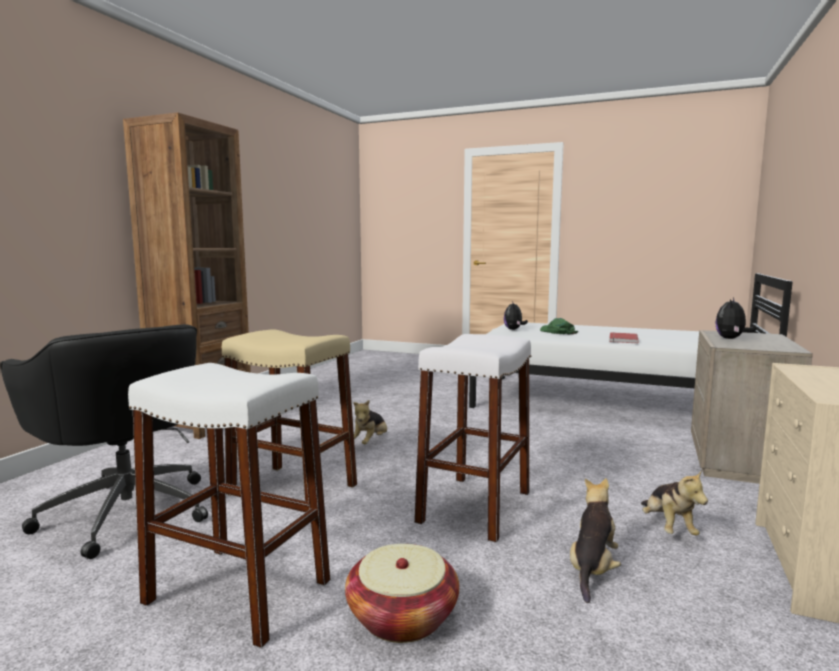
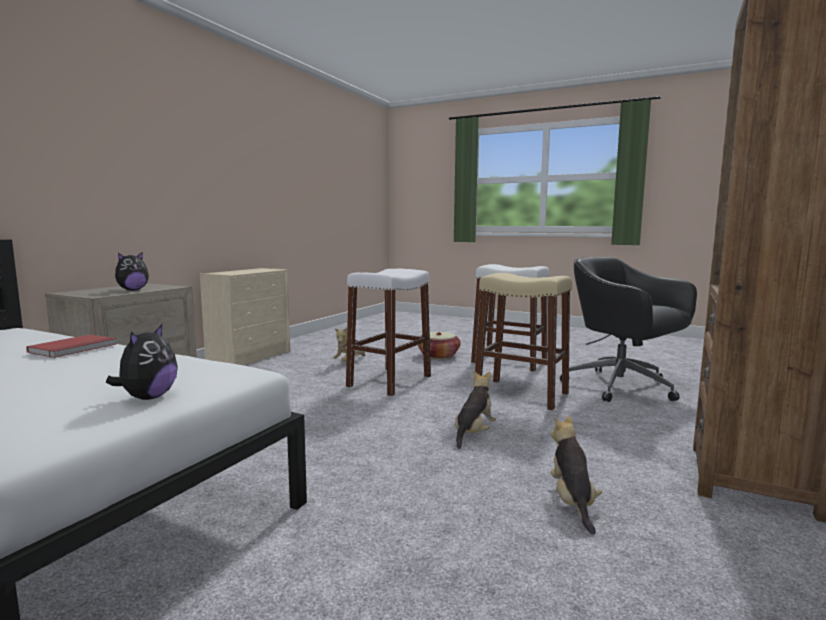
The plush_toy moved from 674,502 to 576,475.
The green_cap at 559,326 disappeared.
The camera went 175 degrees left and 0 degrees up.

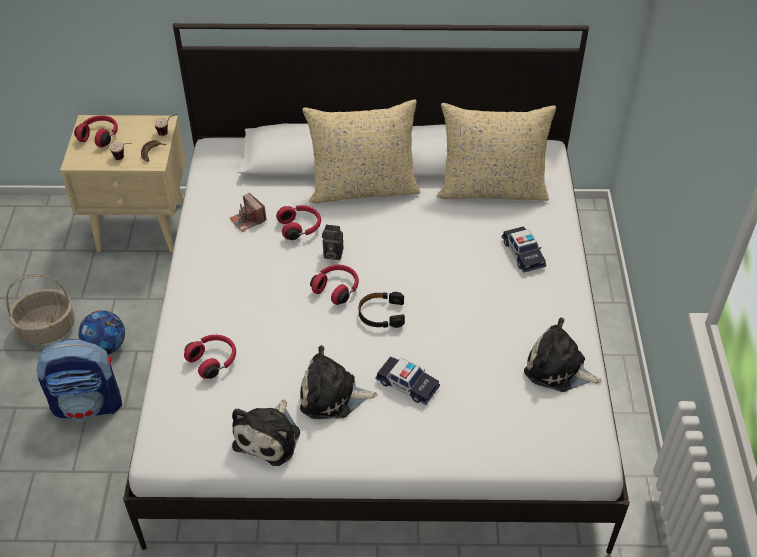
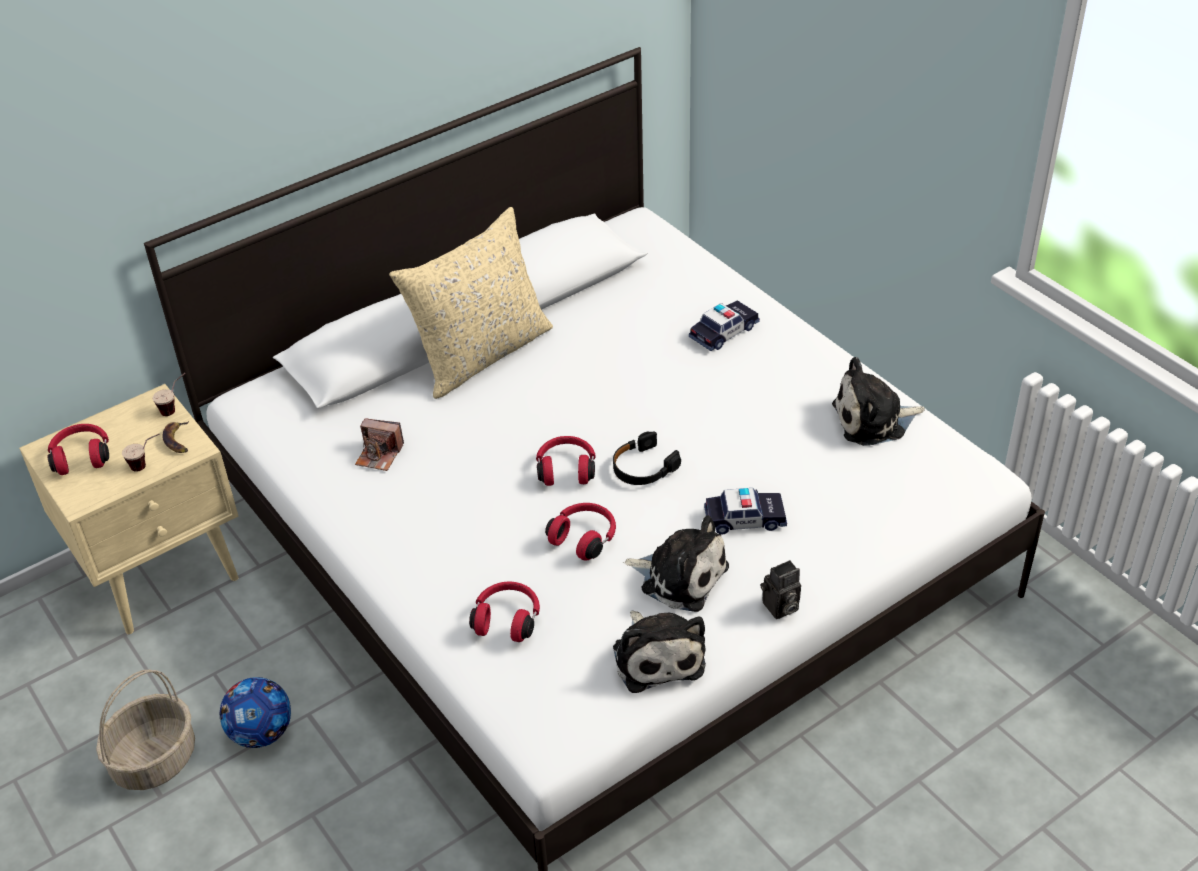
The red_headphones moved from 298,222 to 580,532.
The plush_toy at 338,382 turned 120 degrees counterclockwise.
The toy_car at 524,249 turned 75 degrees counterclockwise.
The photo_camera moved from 333,242 to 781,589.
The backpack at 79,380 disappeared.
The beige_pillow at 496,152 disappeared.
The camera went 35 degrees left and 5 degrees down.

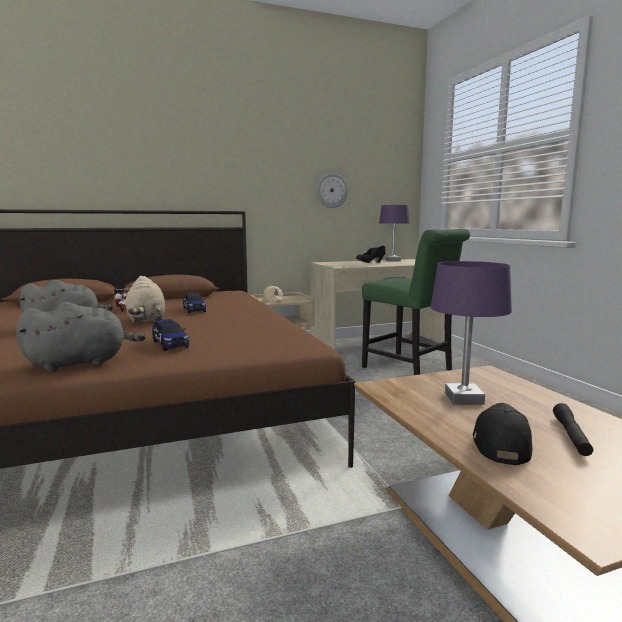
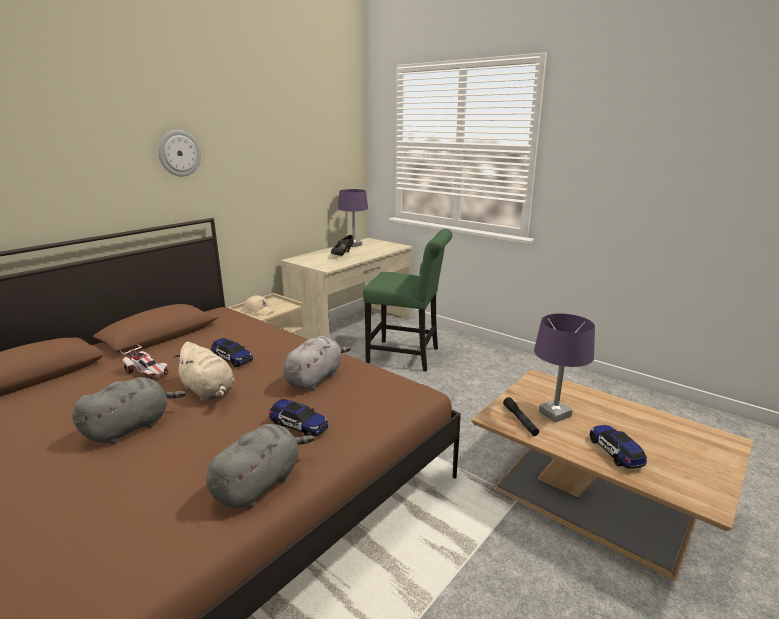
The wall_clock moved from 332,190 to 179,153.
The grey_plush_toy at 317,363 appeared.
The black_flashlight moved from 573,429 to 521,416.
The black_cap at 503,434 was replaced by the toy_car at 618,447.
The camera went 30 degrees left and 10 degrees up.

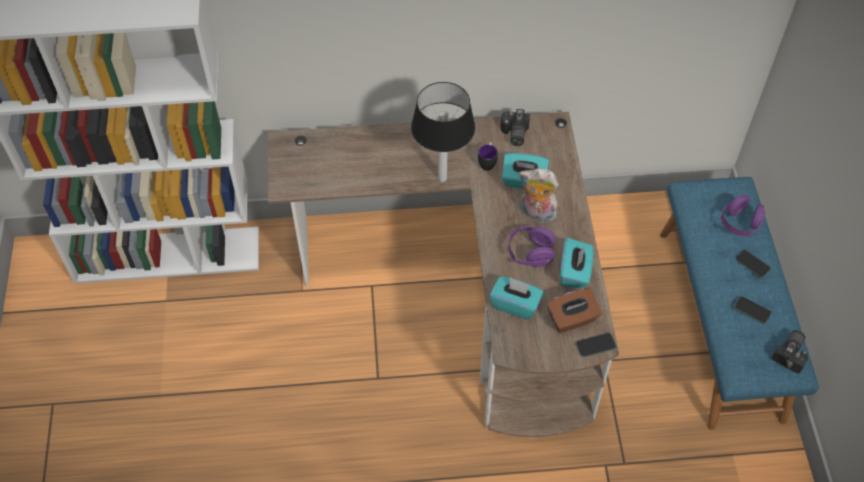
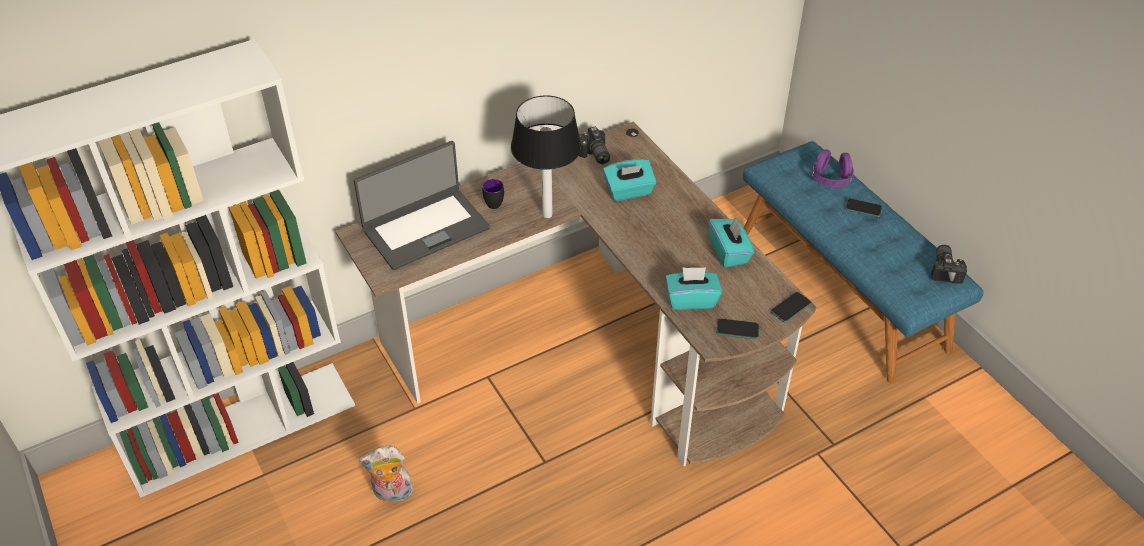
The laptop at 422,205 appeared.
The plush_toy moved from 538,195 to 386,475.
The mug moved from 488,156 to 493,193.
The phone moved from 753,310 to 737,329.
The purple_headphones at 531,246 disappeared.
The brown_tissue_box at 574,310 disappeared.
The camera went 25 degrees left and 10 degrees down.

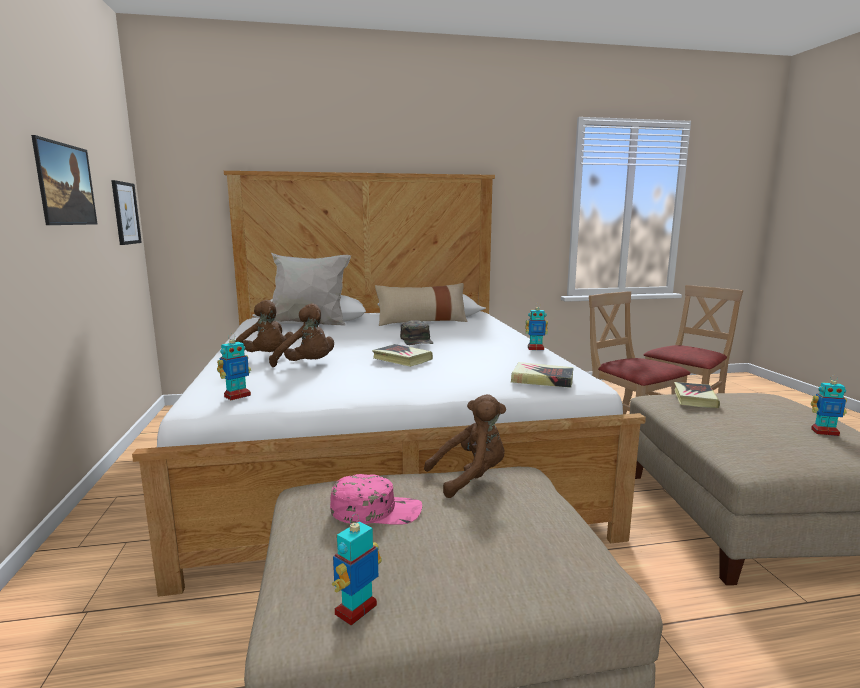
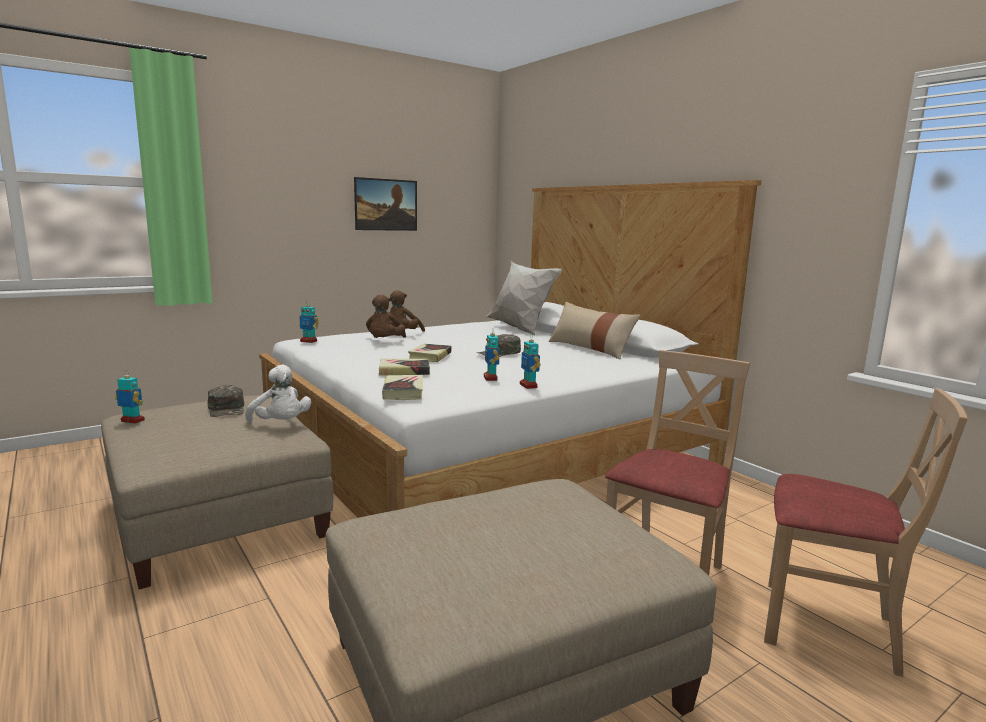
The pink_cap at 376,499 became the green_cap at 226,401.
The brown_plush_toy at 465,446 became the white_plush_toy at 278,393.
The book moved from 697,395 to 404,367.
The toy_robot moved from 829,405 to 492,354.
The picture at 126,212 disappeared.
The camera went 65 degrees right and 0 degrees up.

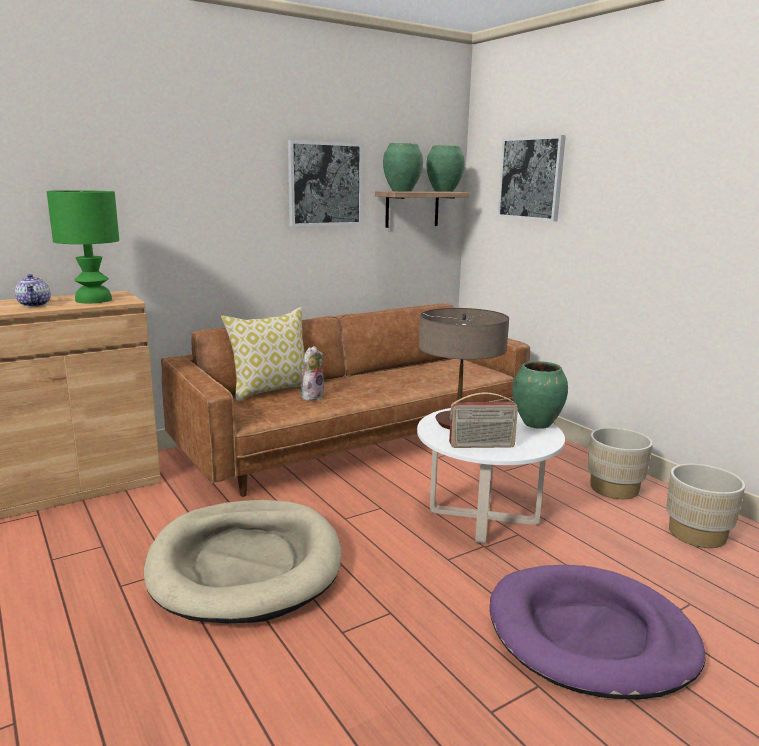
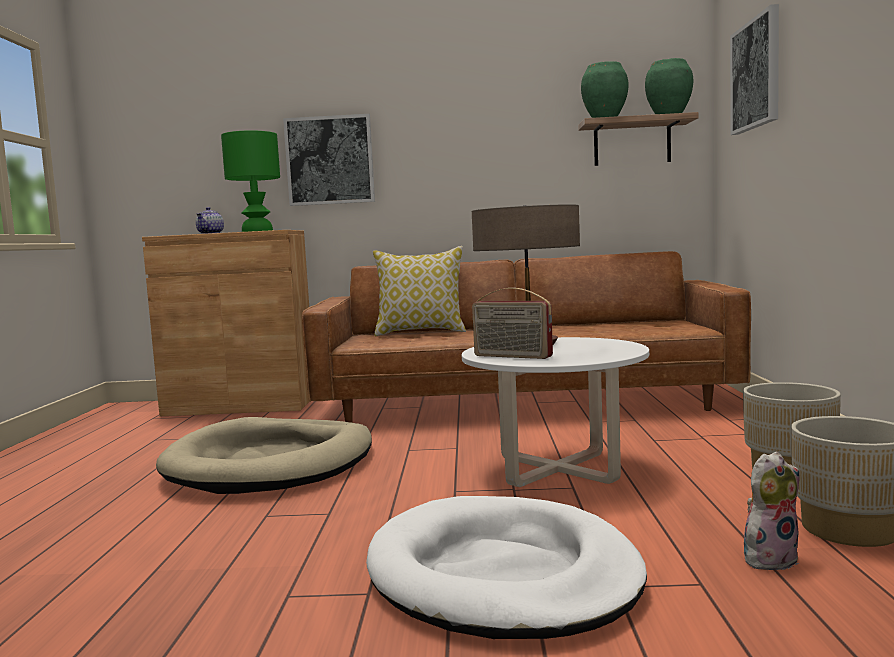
The picture moved from 325,183 to 329,160.
The purple_dog_bed at 597,632 became the white_dog_bed at 506,567.
The plush_toy moved from 312,373 to 772,512.
The green_vase at 540,395 disappeared.
The camera went 35 degrees right and 10 degrees down.

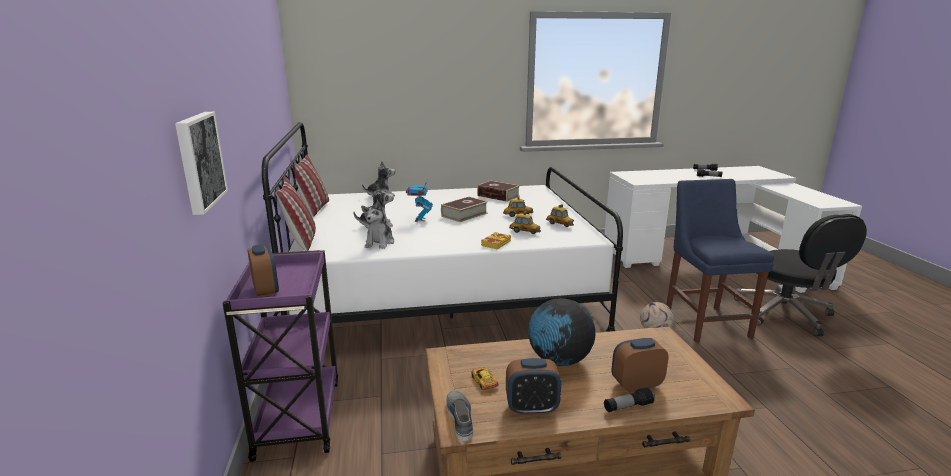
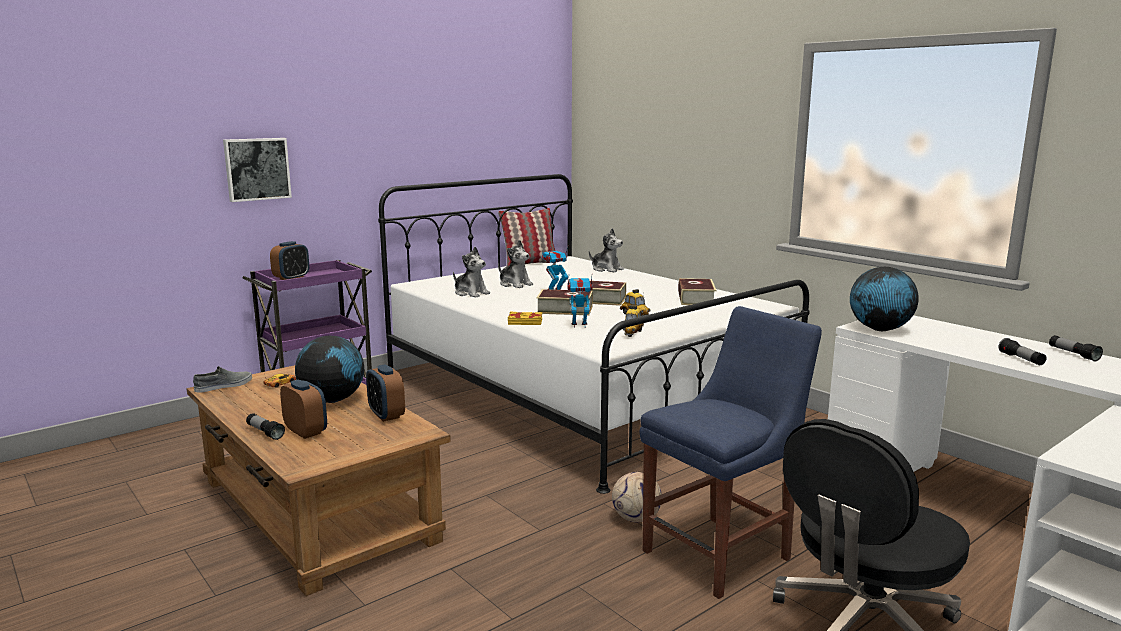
The alarm_clock moved from 533,386 to 385,393.
The plush_toy at 377,224 turned 120 degrees counterclockwise.
The book at 565,302 appeared.
The toy_car at 525,222 was replaced by the toy_robot at 580,303.
The globe at 884,299 appeared.
The pillow at 295,214 disappeared.
The camera went 60 degrees right and 5 degrees down.

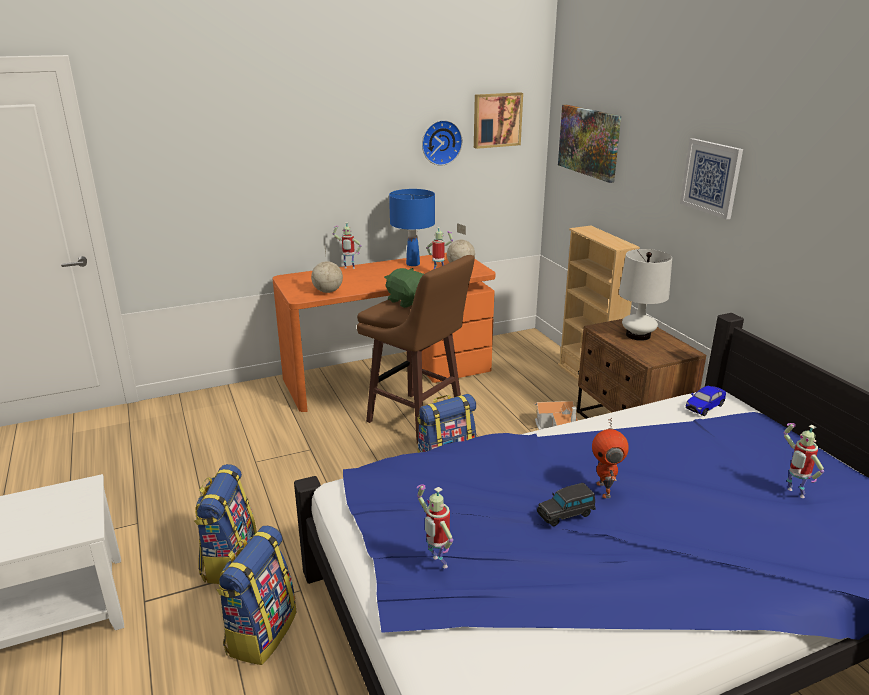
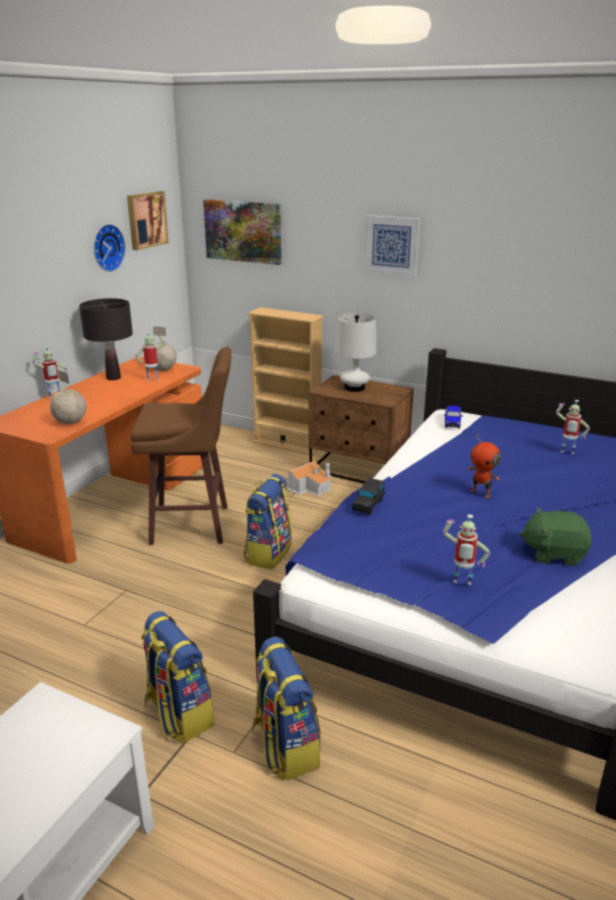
The blue_table_lamp at 412,227 became the black_table_lamp at 106,339.
The black_toy_car moved from 566,504 to 368,496.
The green_plush_toy moved from 404,288 to 555,536.
The camera went 40 degrees left and 0 degrees up.

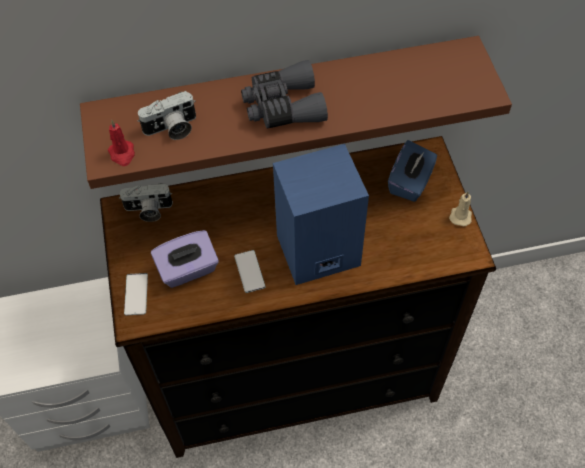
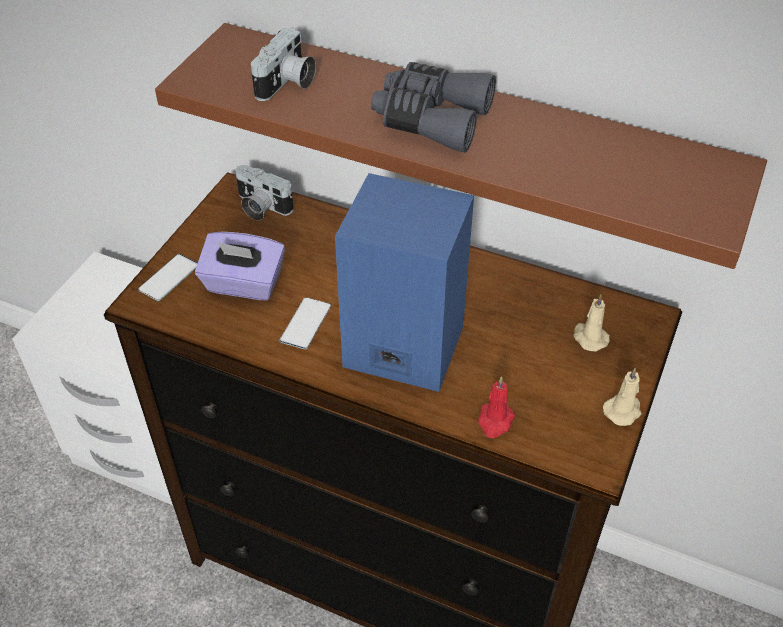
The photo_camera at 166,115 turned 75 degrees counterclockwise.
The red_candle moved from 121,143 to 496,407.
The blue_tissue_box at 412,171 was replaced by the beige_candle at 591,322.
The camera went 35 degrees right and 10 degrees down.

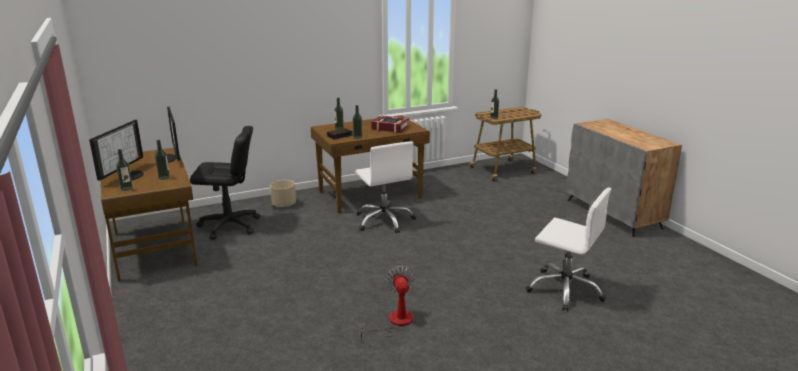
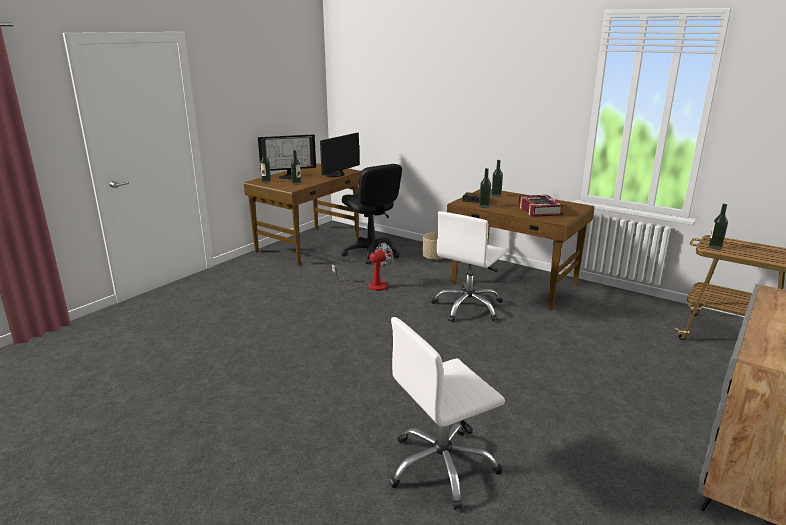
The fan moved from 386,303 to 362,267.
The white_office_chair at 568,249 turned 60 degrees clockwise.
The camera went 60 degrees right and 0 degrees up.

